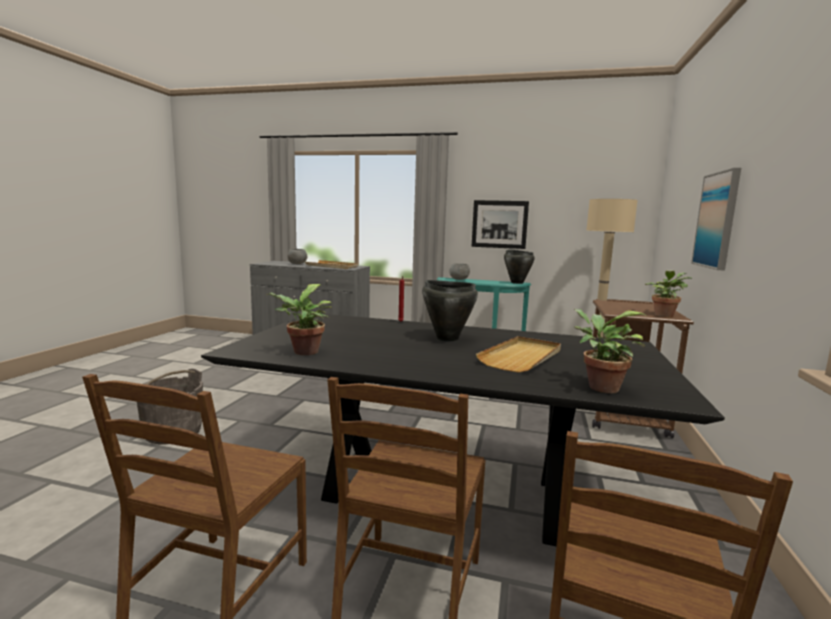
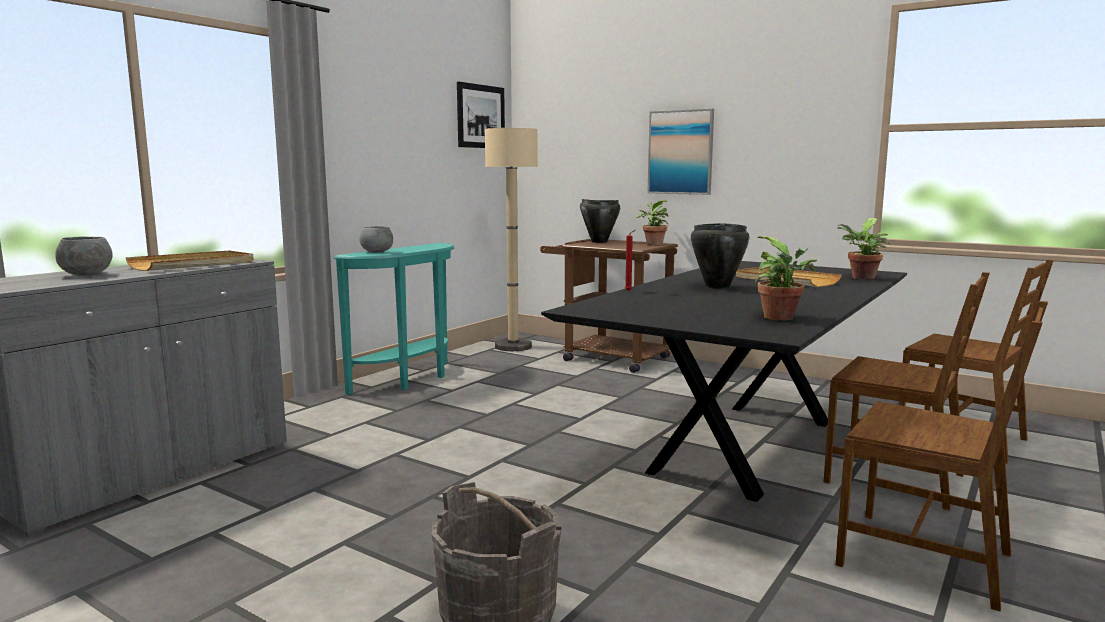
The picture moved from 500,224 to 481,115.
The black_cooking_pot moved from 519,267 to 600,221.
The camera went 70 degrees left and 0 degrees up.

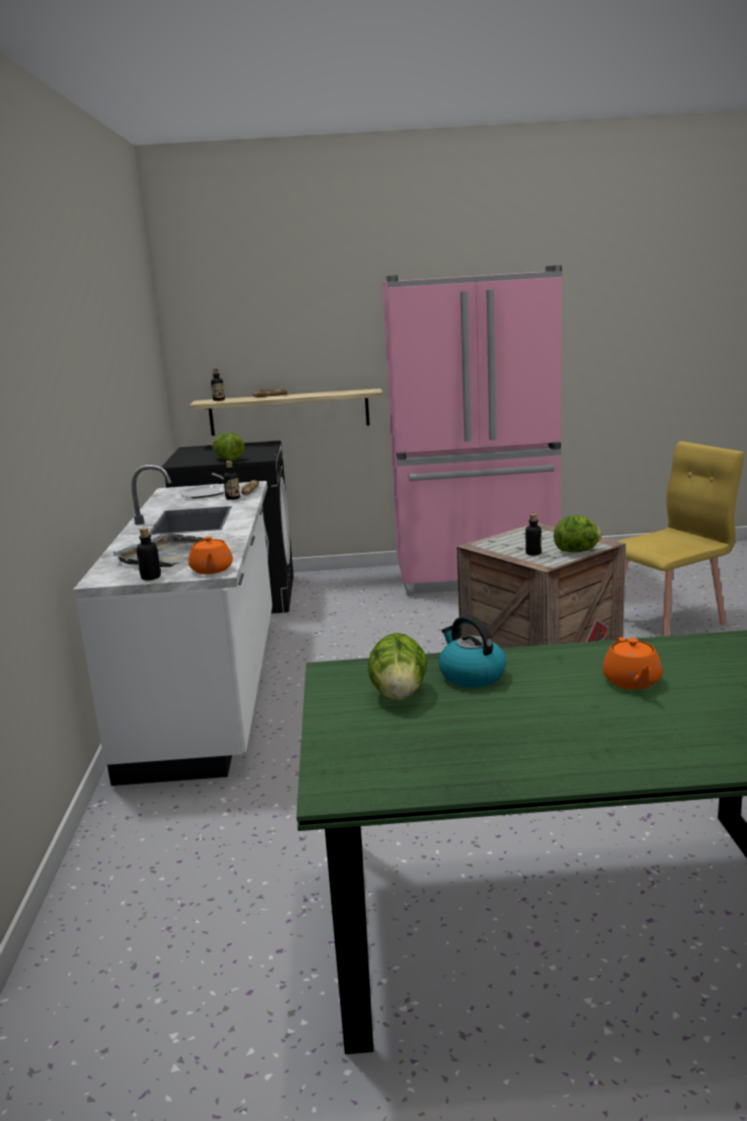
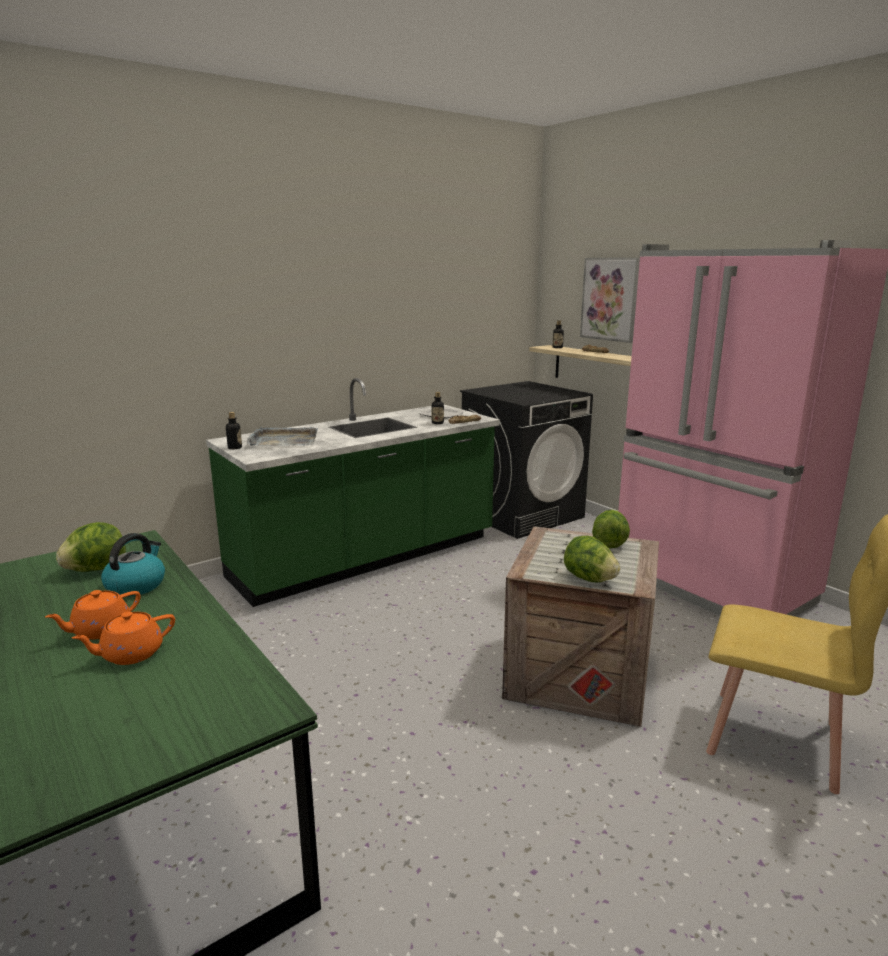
The orange_teapot moved from 210,555 to 93,615.
The white_counter at 172,625 became the green_counter at 353,492.
The picture at 610,300 appeared.
The lettuce moved from 228,447 to 611,529.
The bottle at 534,534 disappeared.
The camera went 55 degrees right and 0 degrees up.

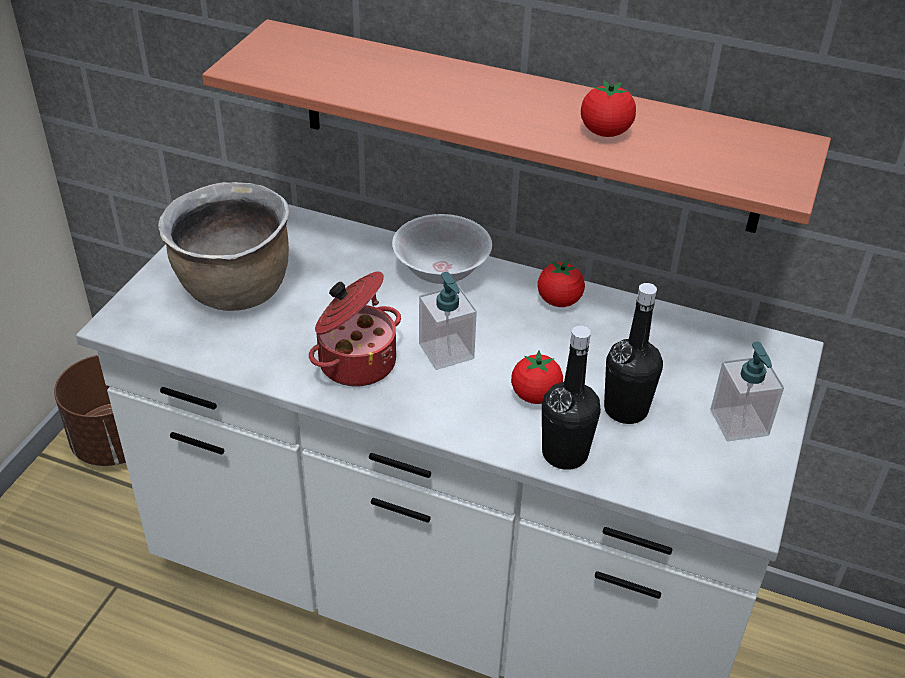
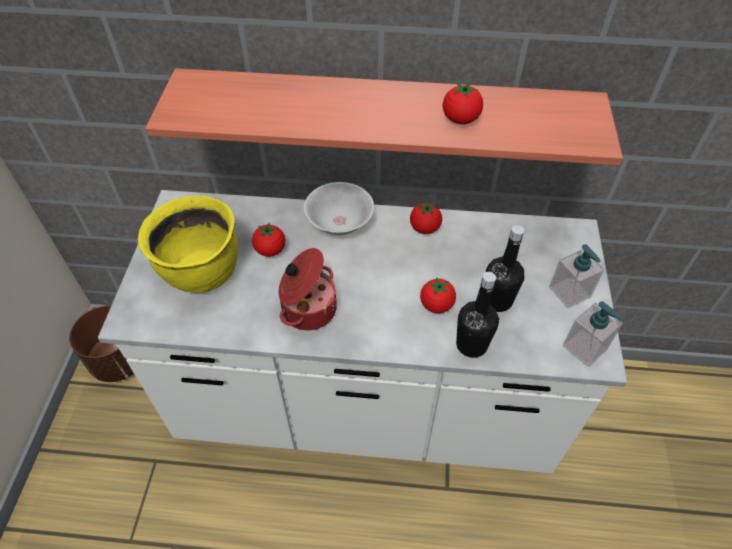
The brown_cooking_pot at 223,246 became the yellow_cooking_pot at 188,244.
The tomato at 269,239 appeared.
The soap_dispenser moved from 448,321 to 593,334.
The camera went 15 degrees left and 10 degrees up.

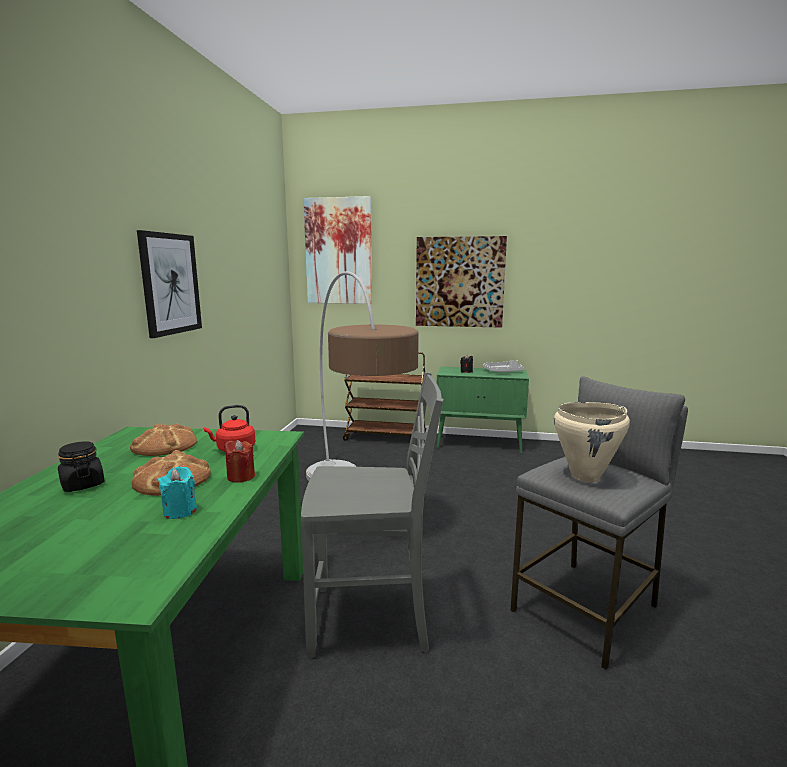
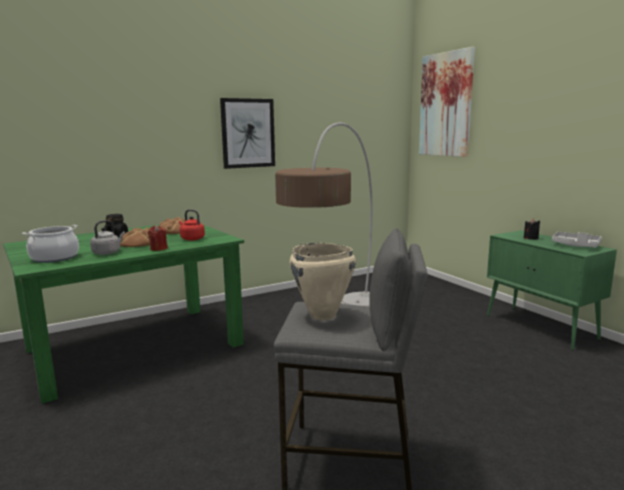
The cooking_pot at 50,244 appeared.
The turquoise_candle at 177,492 was replaced by the grey_kettle at 107,237.
The grey_chair at 372,515 disappeared.
The brown_cart at 384,396 disappeared.
The picture at 461,282 disappeared.
The camera went 50 degrees right and 0 degrees up.

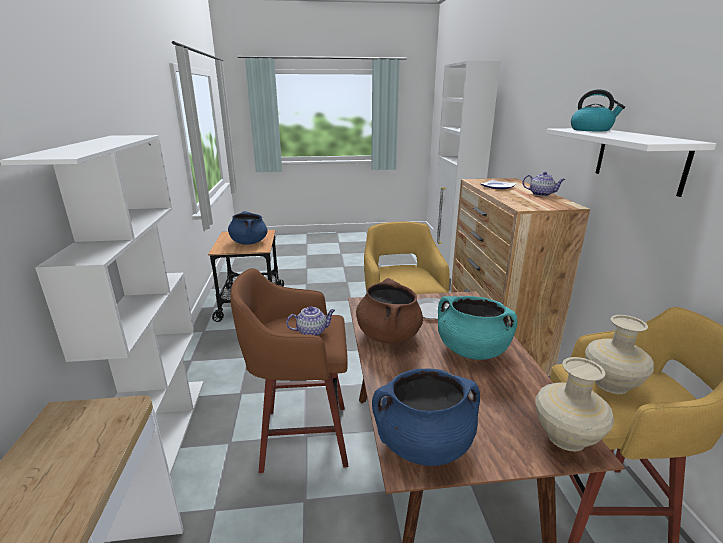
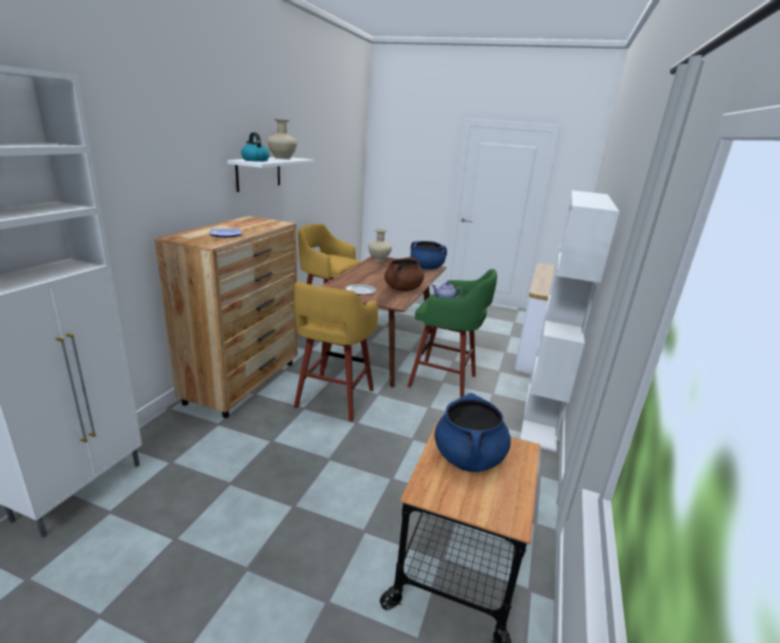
The beige_vase moved from 619,354 to 282,139.
The brown_stool at 289,370 became the green_stool at 452,333.
The turquoise_cooking_pot at 478,328 disappeared.
The teapot at 544,184 disappeared.
The camera went 155 degrees left and 0 degrees up.

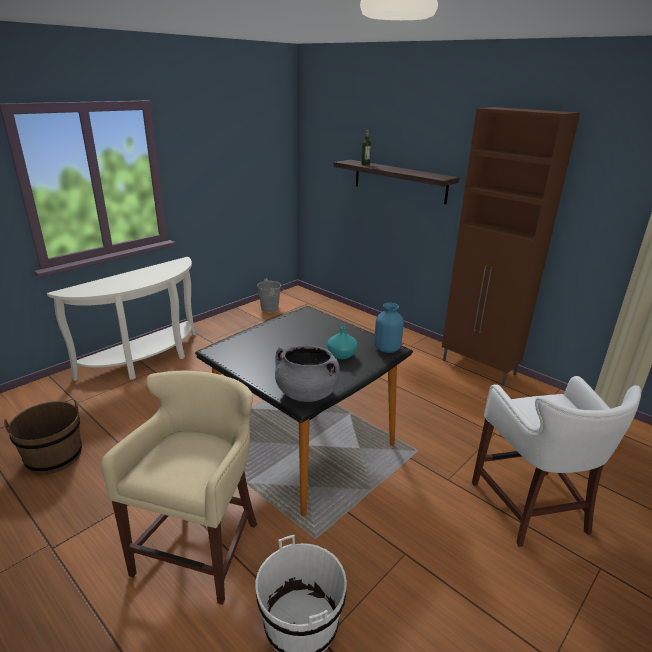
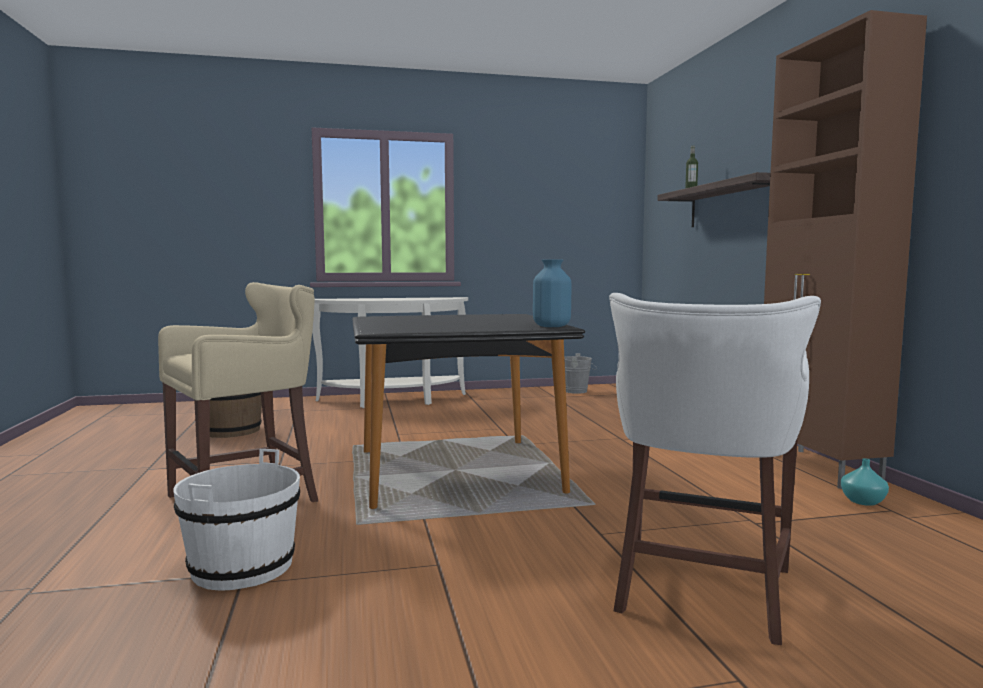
The turquoise_vase moved from 342,343 to 865,482.
The grey_cooking_pot at 307,373 disappeared.
The camera went 35 degrees right and 20 degrees down.

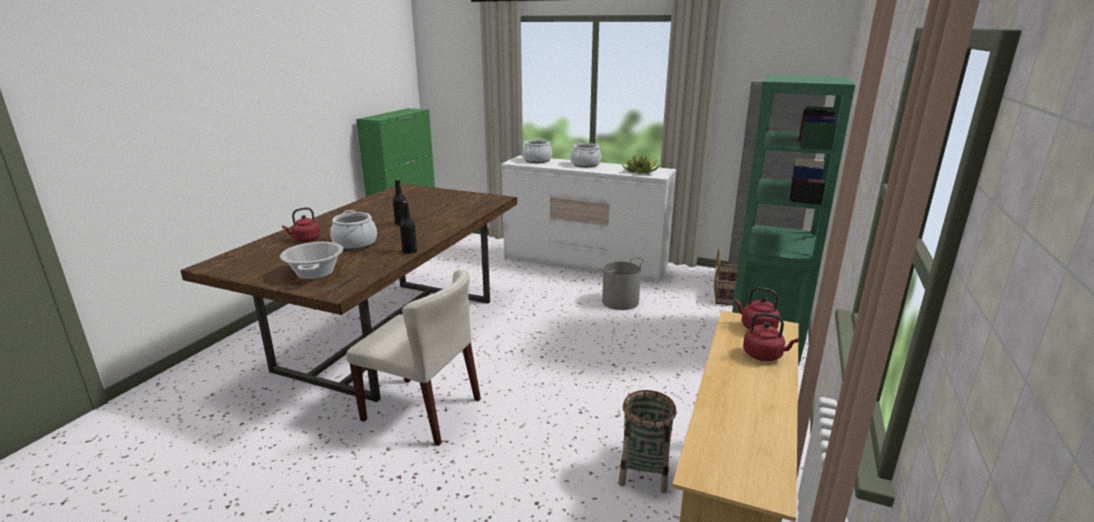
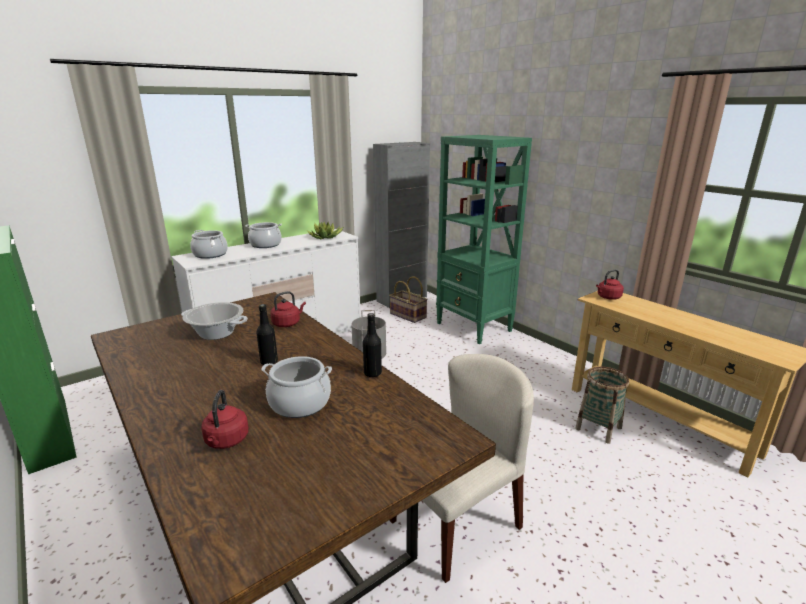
The cooking_pot moved from 311,260 to 214,321.
The red_kettle moved from 771,337 to 288,309.
The camera went 60 degrees left and 0 degrees up.

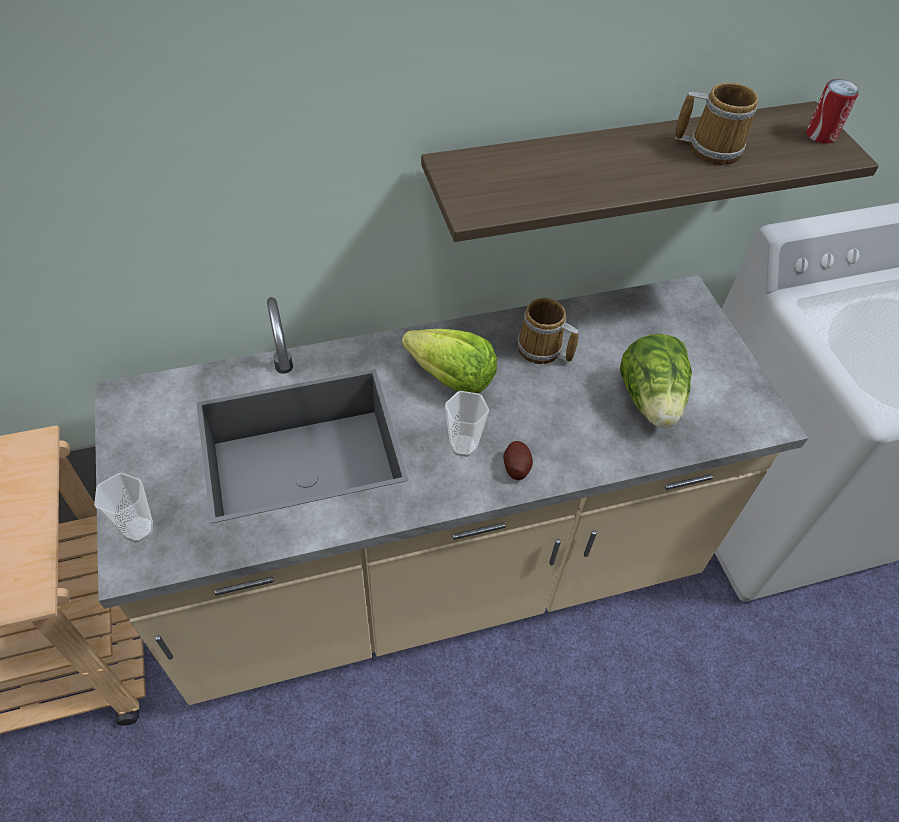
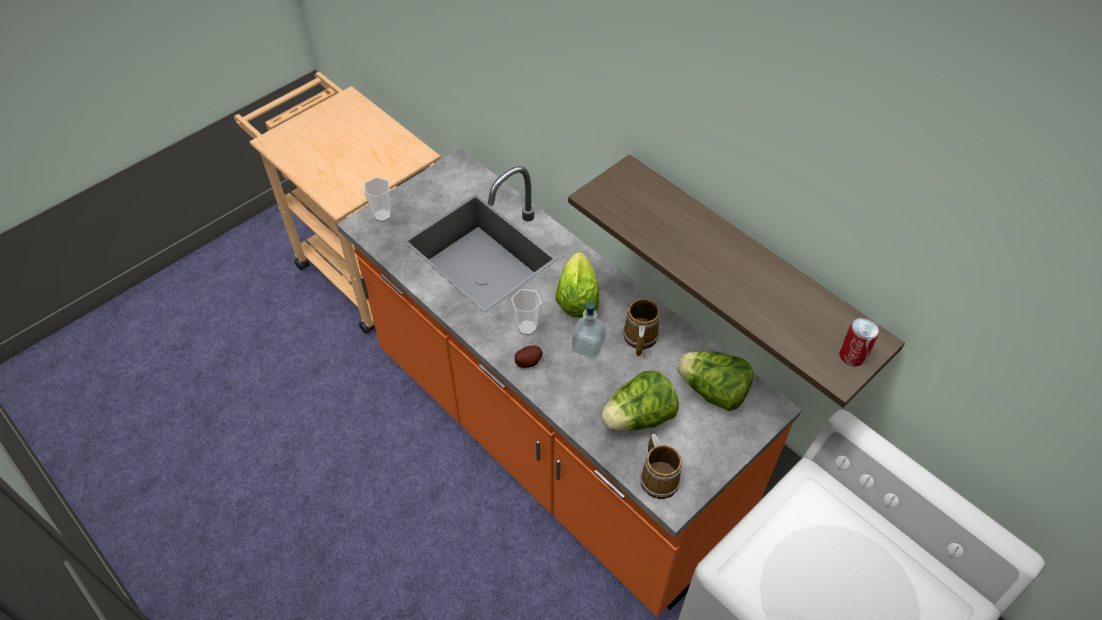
The beige_counter at 451,490 became the orange_counter at 569,382.
The soap_dispenser at 589,330 appeared.
The mug moved from 716,123 to 661,466.
The lettuce at 715,381 appeared.
The camera went 65 degrees right and 0 degrees up.

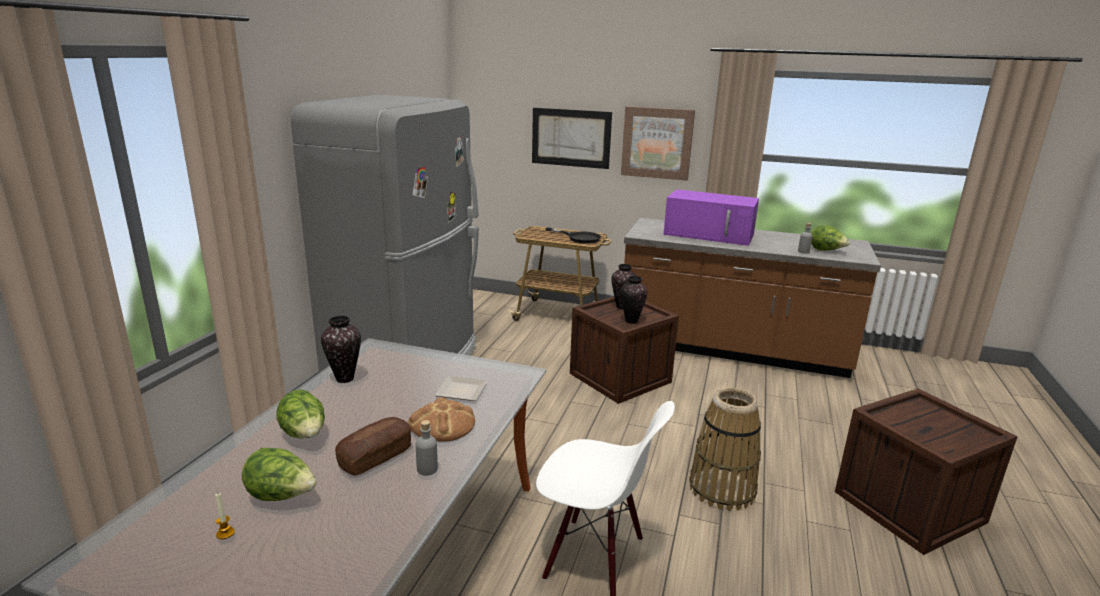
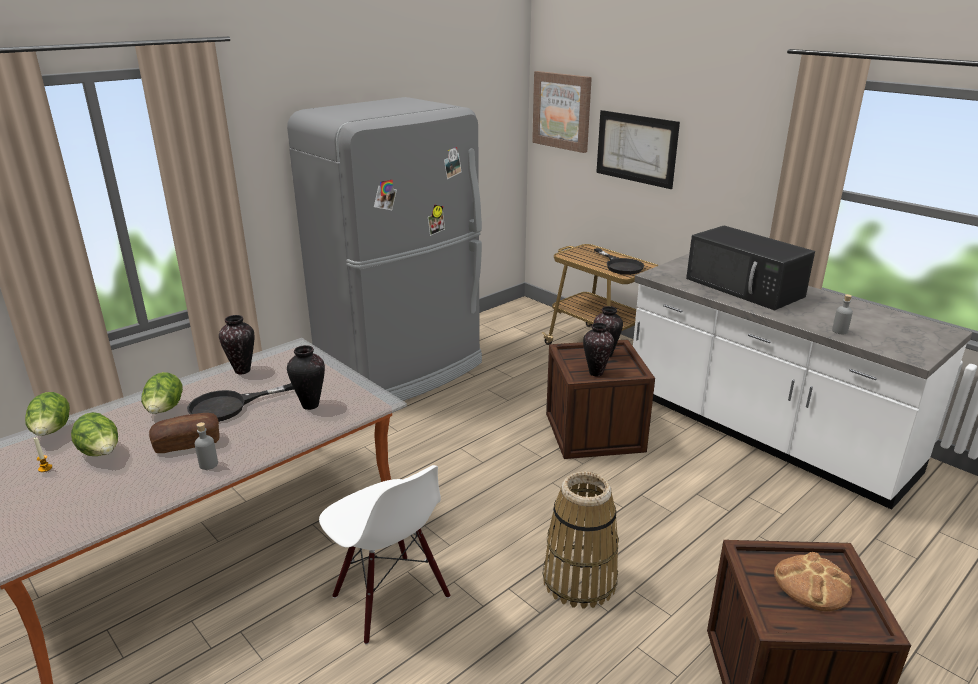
The lettuce moved from 830,238 to 47,414.
The black_frying_pan at 240,402 appeared.
The plate at 461,388 was replaced by the vase at 306,377.
The picture moved from 658,143 to 562,112.
The brown_counter at 752,298 became the white_counter at 802,382.
The purple_microwave at 711,217 became the black_microwave at 750,268.
The bread moved from 441,419 to 813,582.
The camera went 30 degrees right and 5 degrees up.

